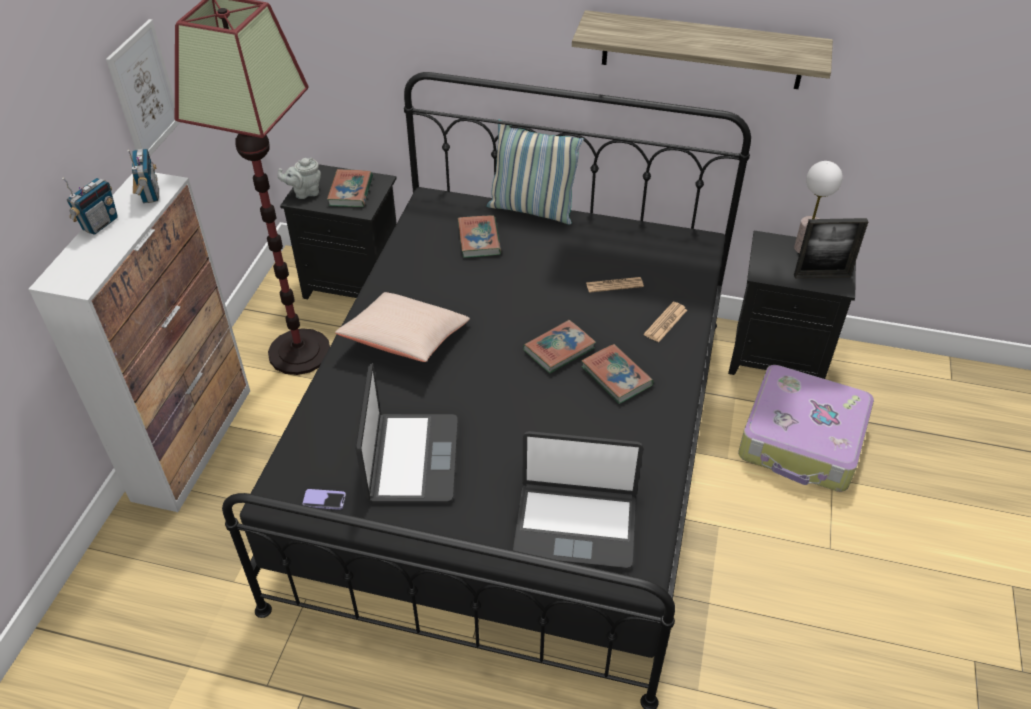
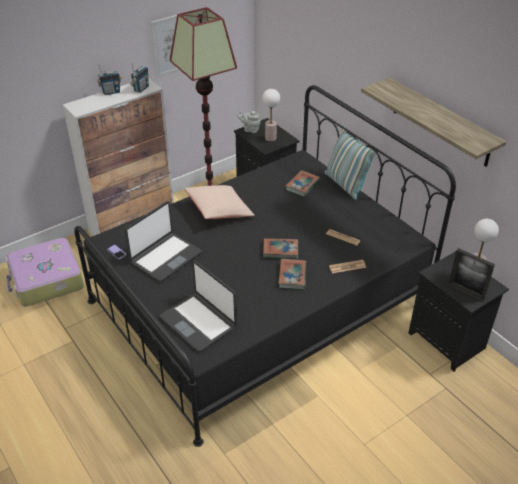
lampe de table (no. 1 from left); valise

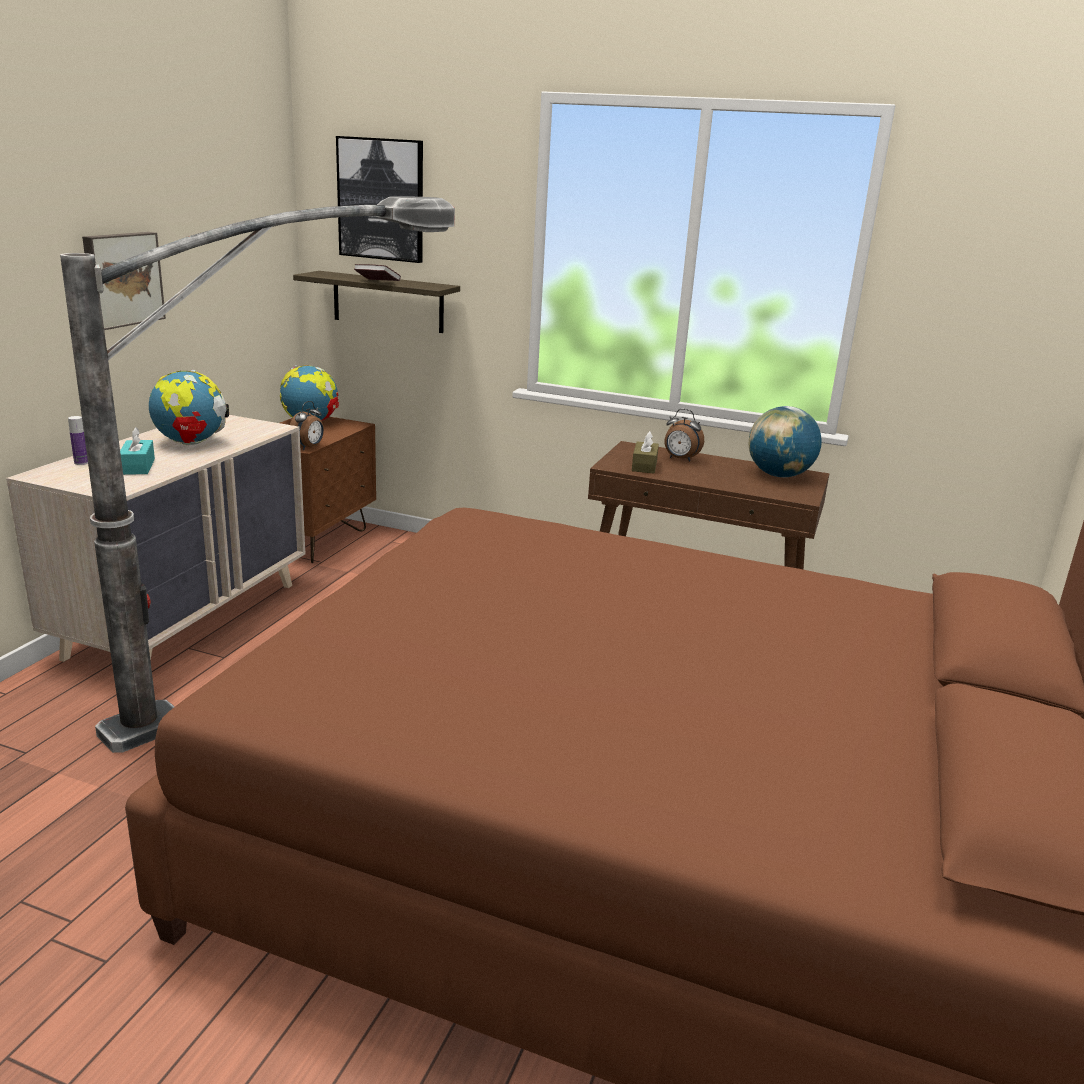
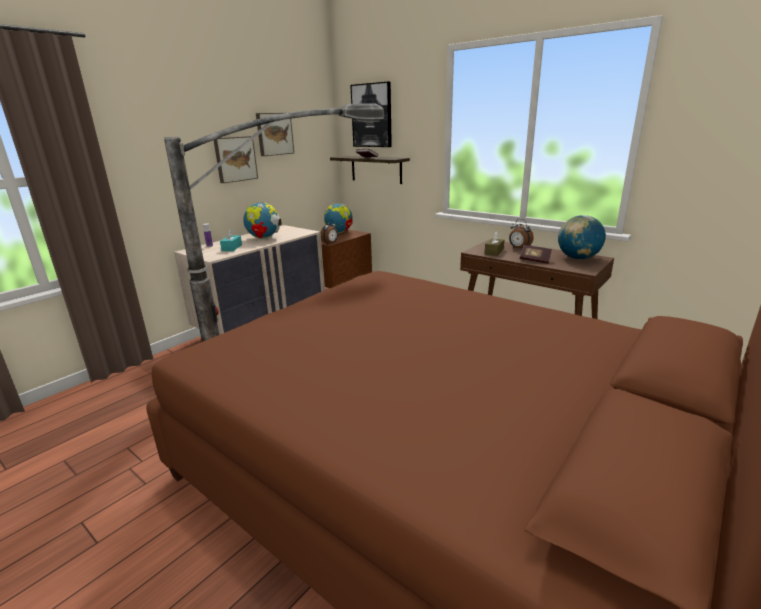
tableau (no. 2 from left); livre (no. 2 from left)

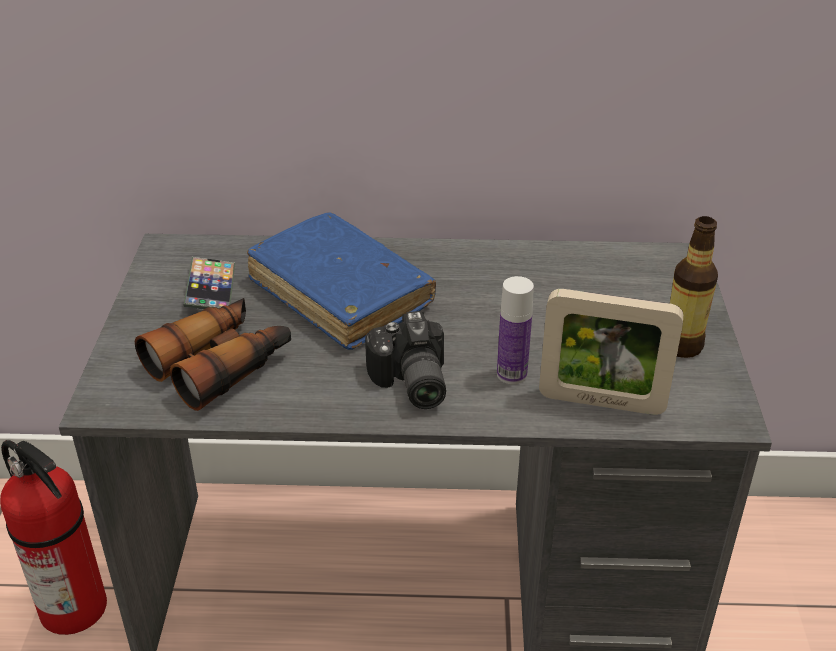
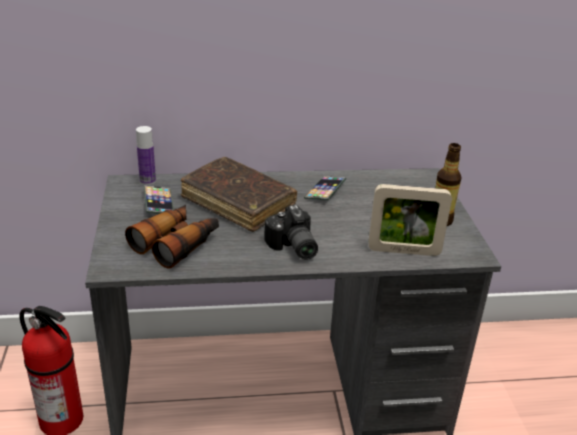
livre/marron; bouteille (no. 1 from left); téléphone (no. 2 from left)

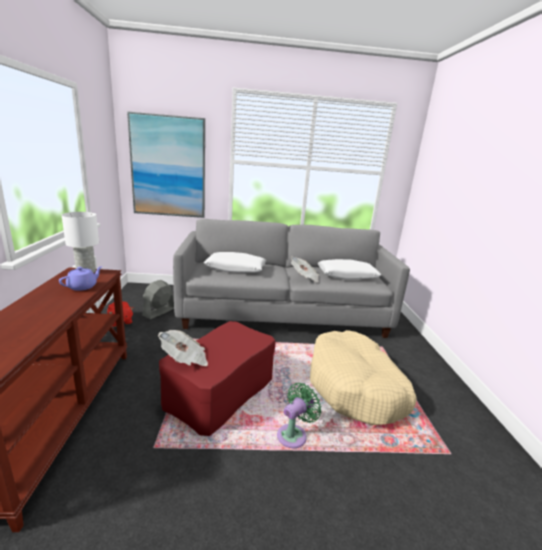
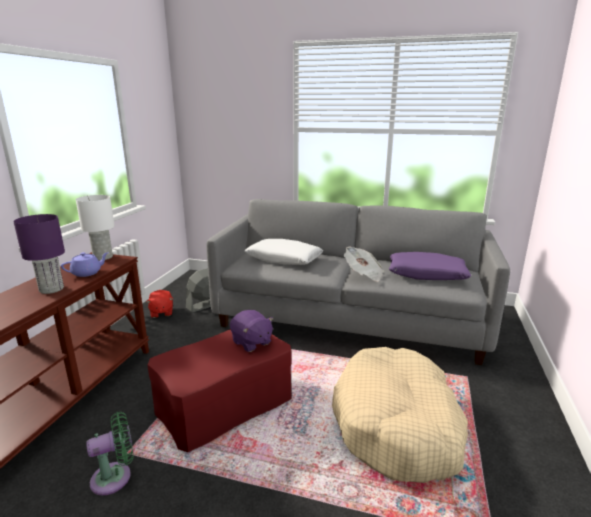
tableau; journal (no. 1 from left in the first image); ventilateur/vert; coussin/violet; lampe de table/violet; peluche/violet

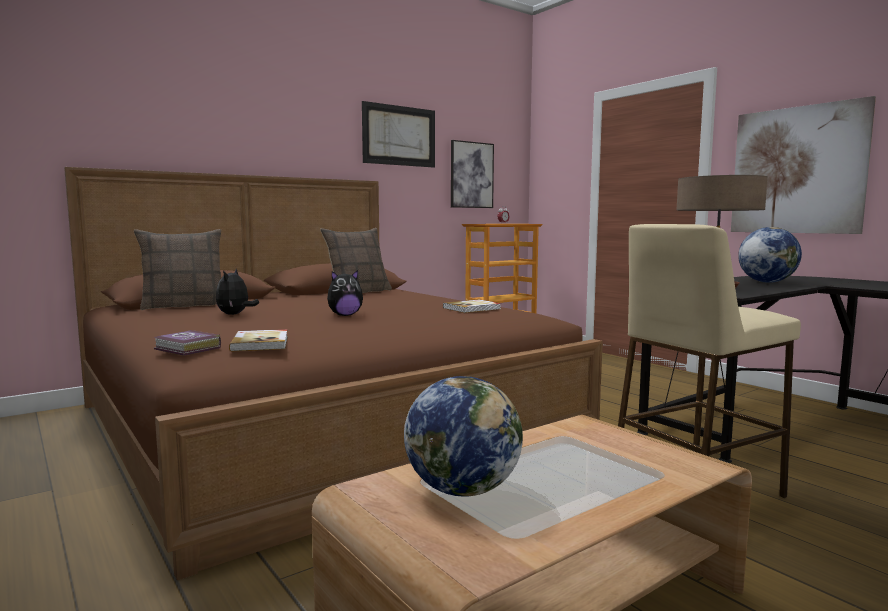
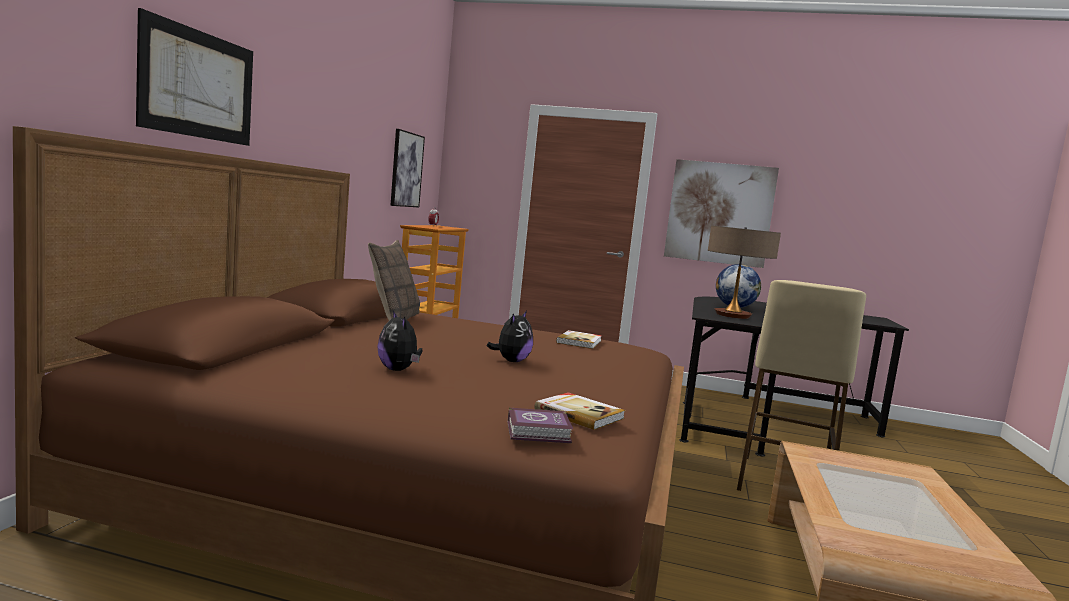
coussin (no. 1 from left in the first image); tableau (no. 1 from left); globe (no. 1 from left in the first image)

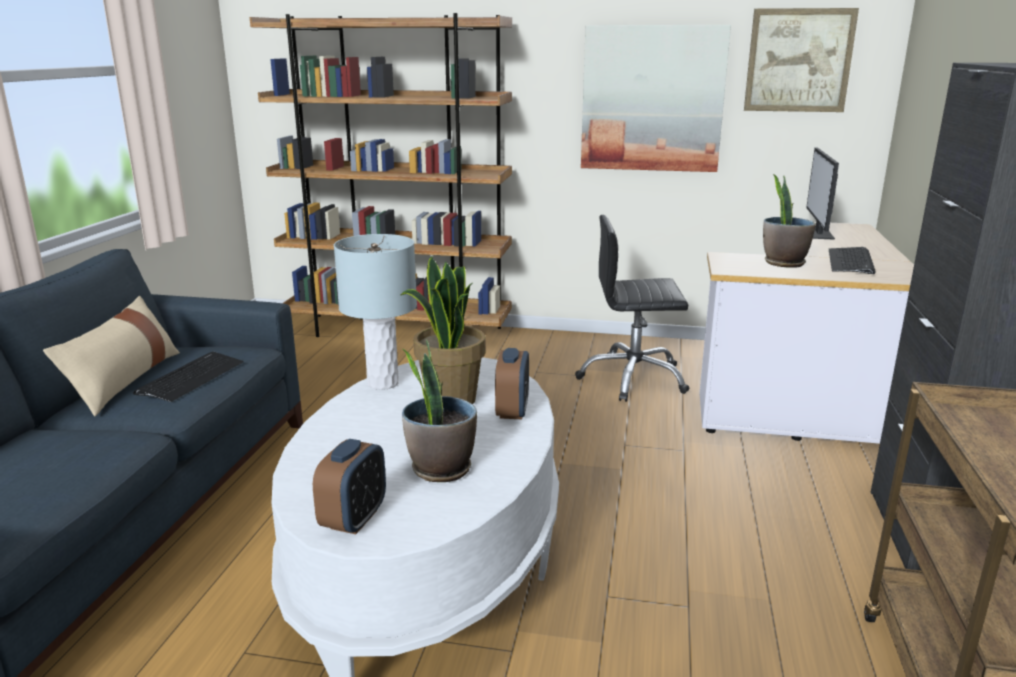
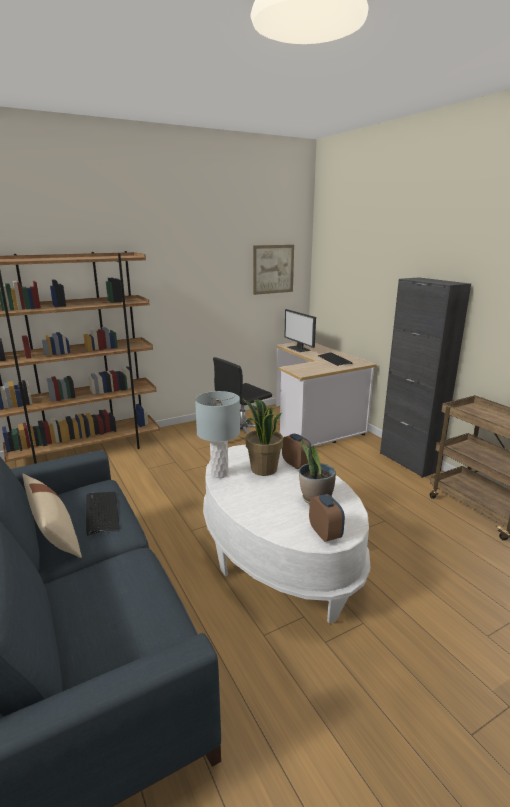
tableau (no. 1 from left in the first image); plante en pot (no. 3 from left in the first image)

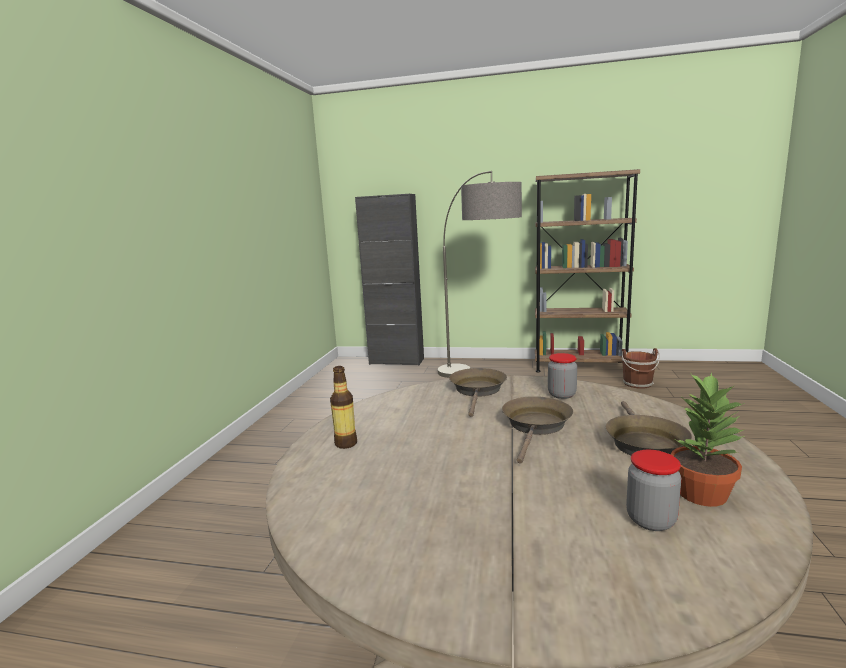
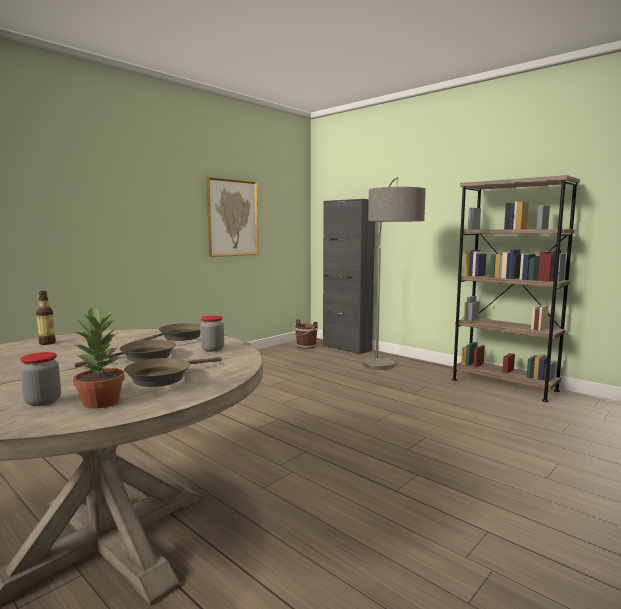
seau/marron; tableau

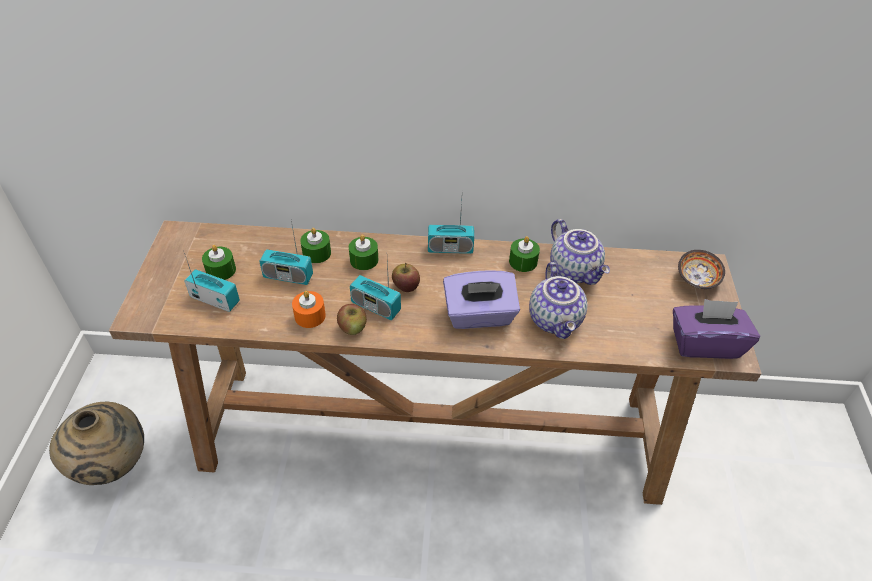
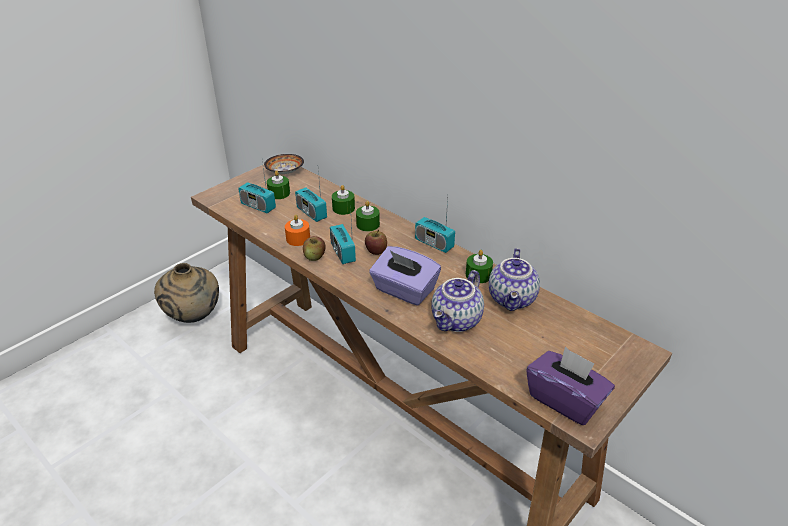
radio (no. 1 from left); bol

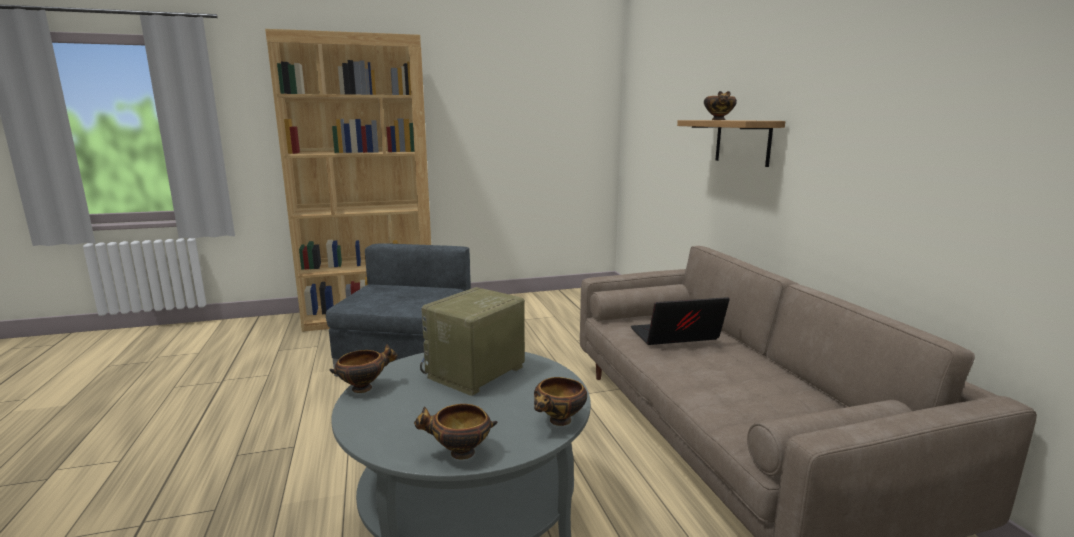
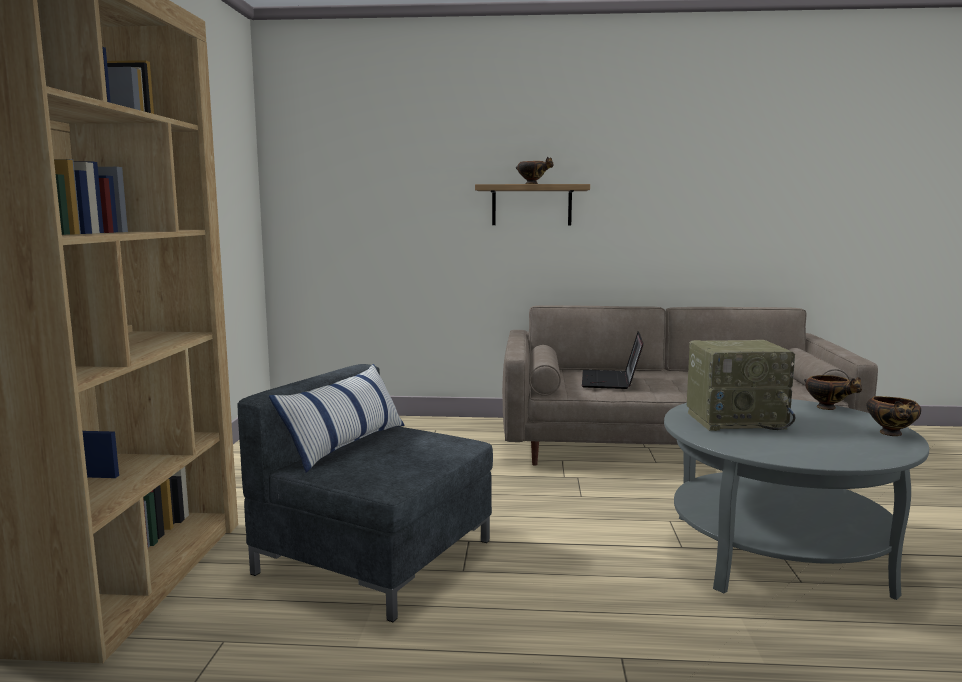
bol (no. 1 from left in the first image); radio; coussin

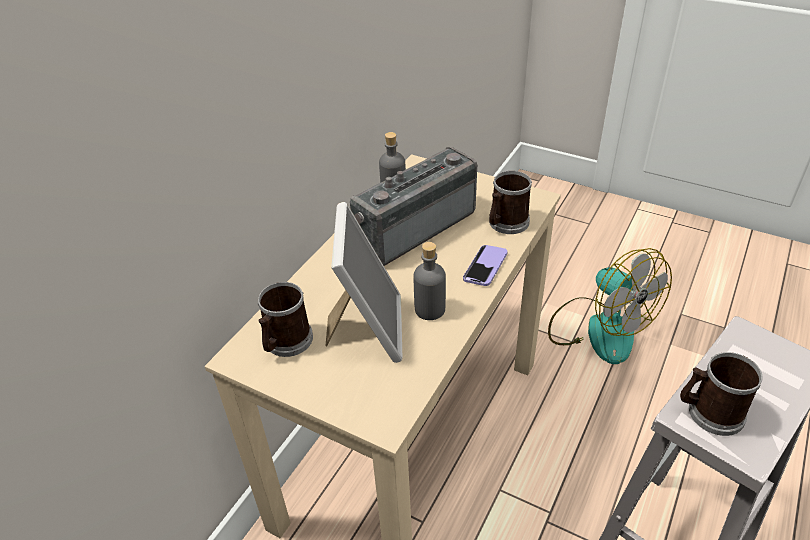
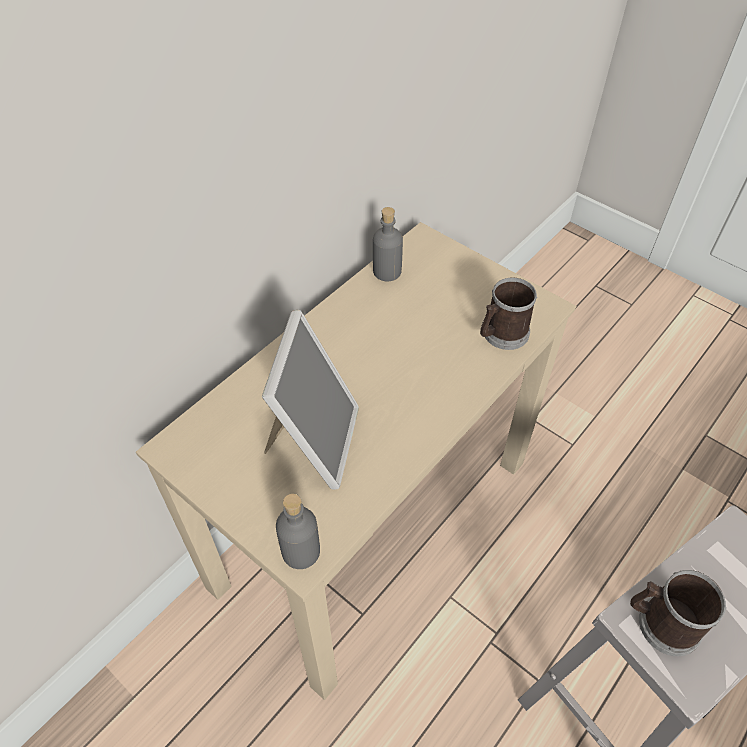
mug (no. 1 from left in the first image); radio; bouteille/gris (no. 1 from left); téléphone; ventilateur

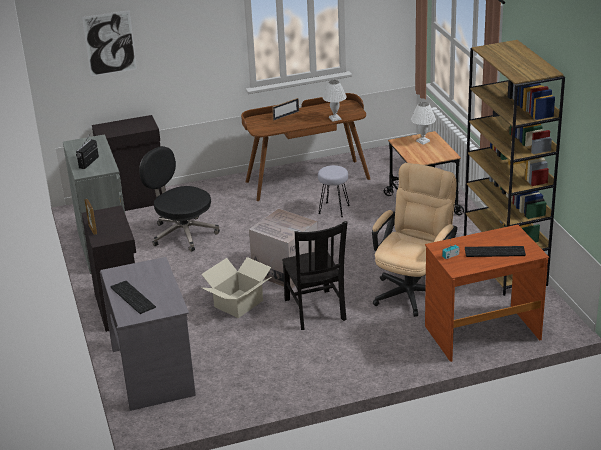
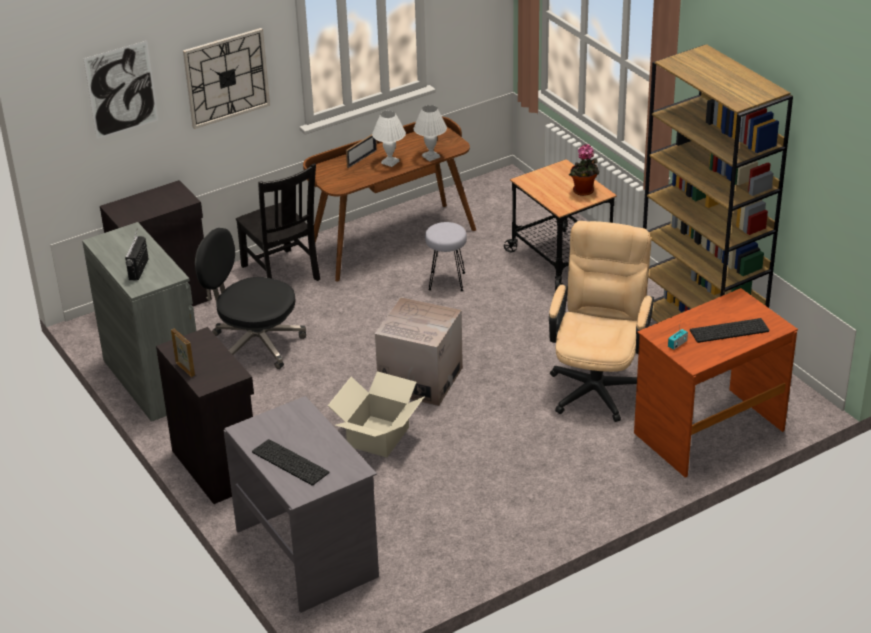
chaise/noir; lampe de table/blanc (no. 1 from left); horloge murale; plante en pot

